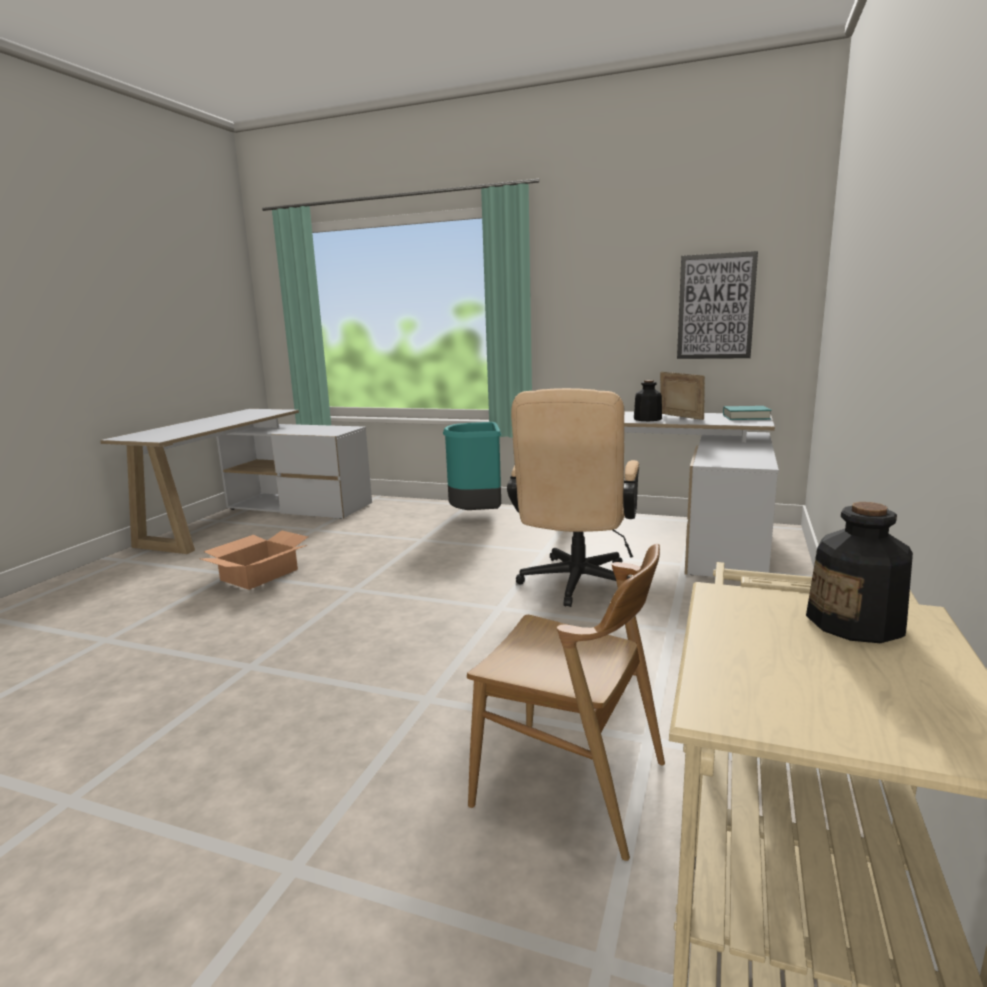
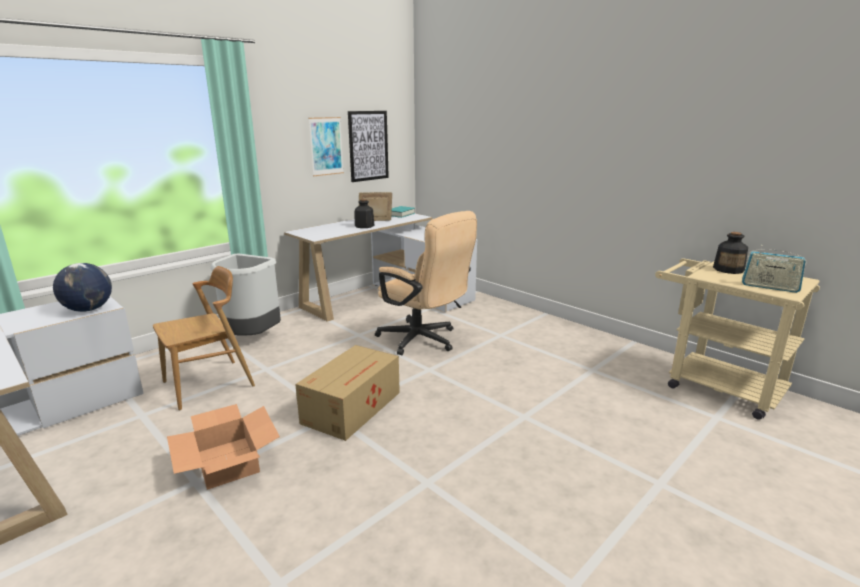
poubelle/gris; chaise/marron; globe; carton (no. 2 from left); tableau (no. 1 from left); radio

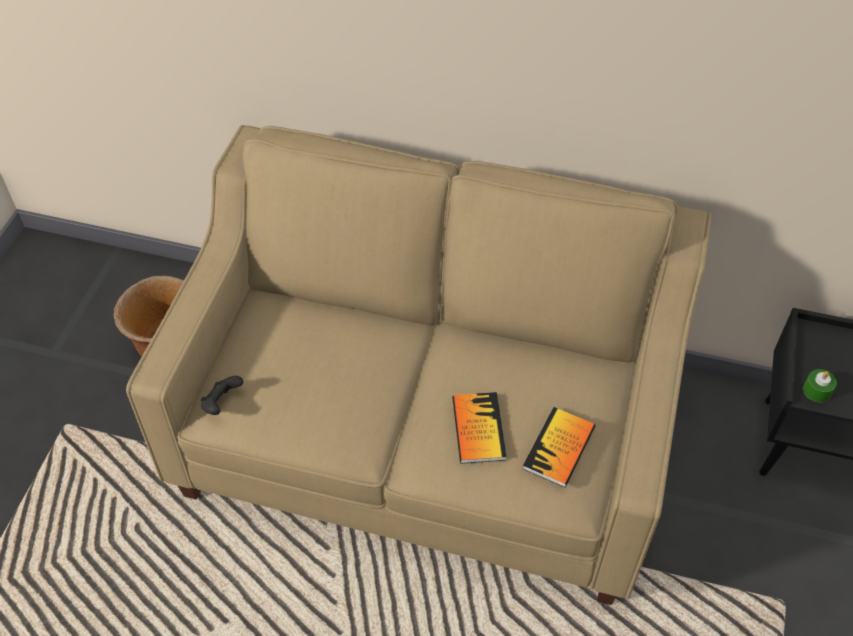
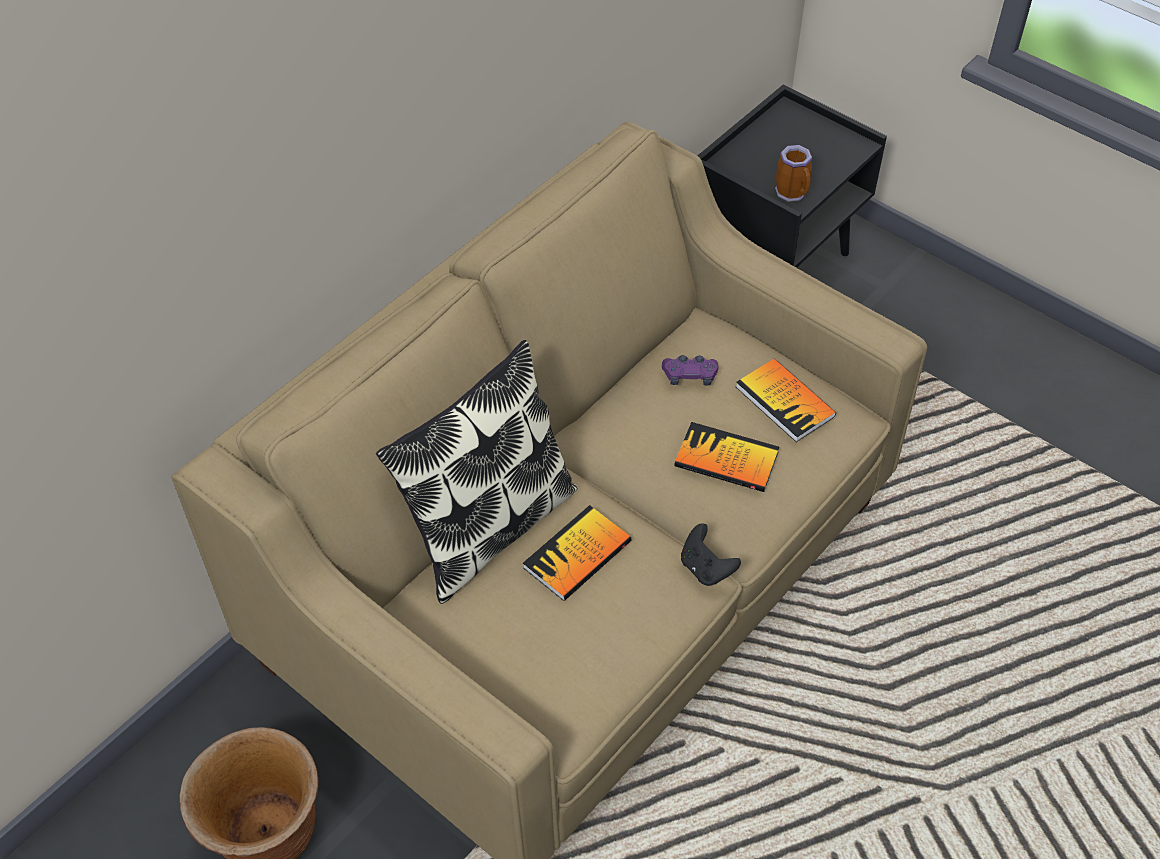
manette/noir; mug; coussin; livre (no. 1 from left); manette/violet

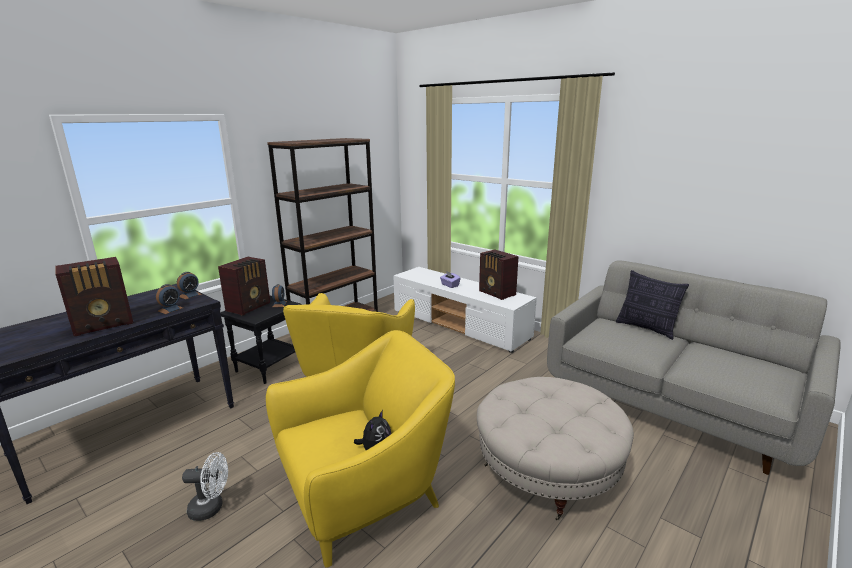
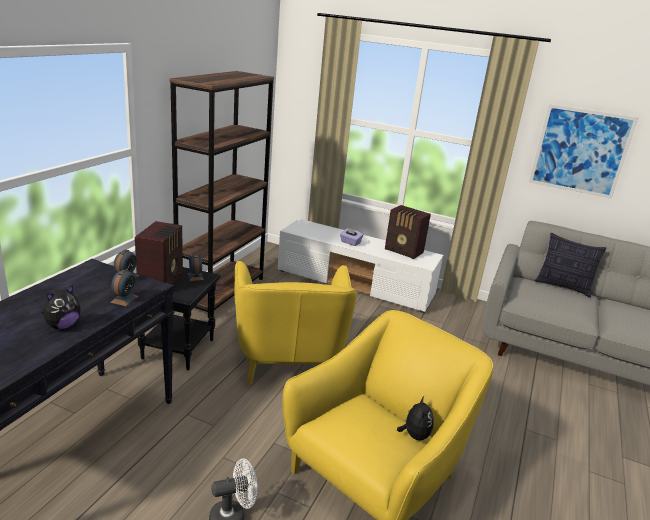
peluche (no. 1 from left); pouf/beige; tableau

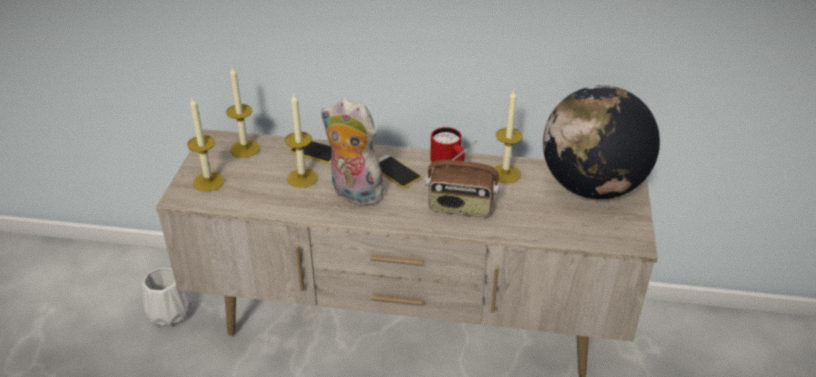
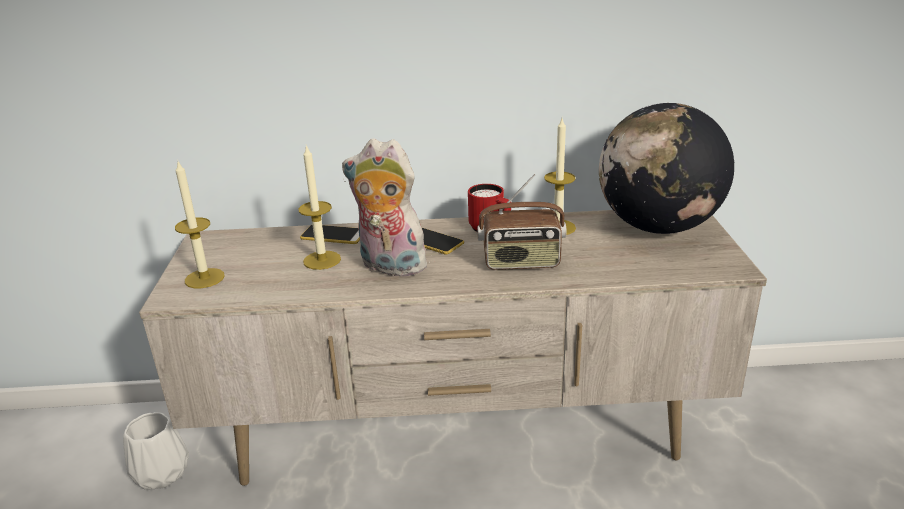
bougie (no. 2 from left in the first image)

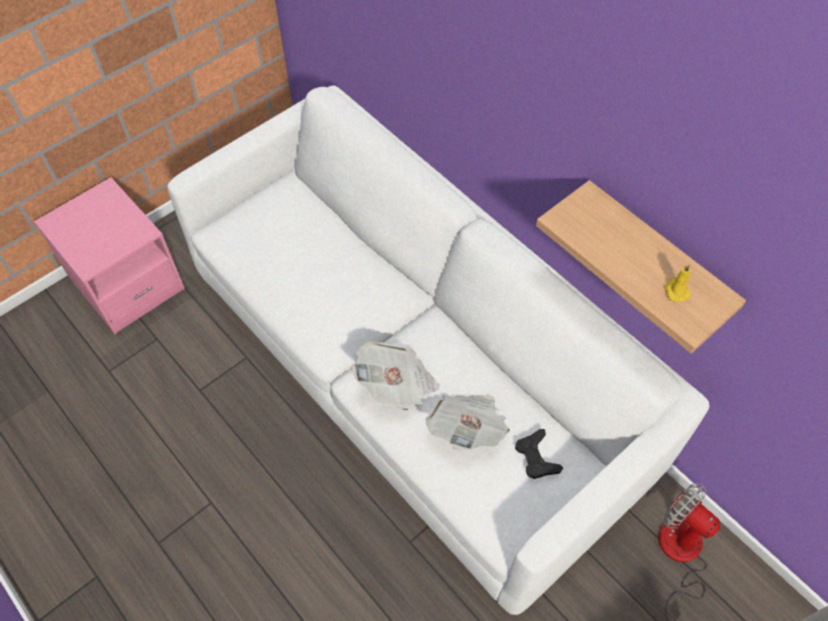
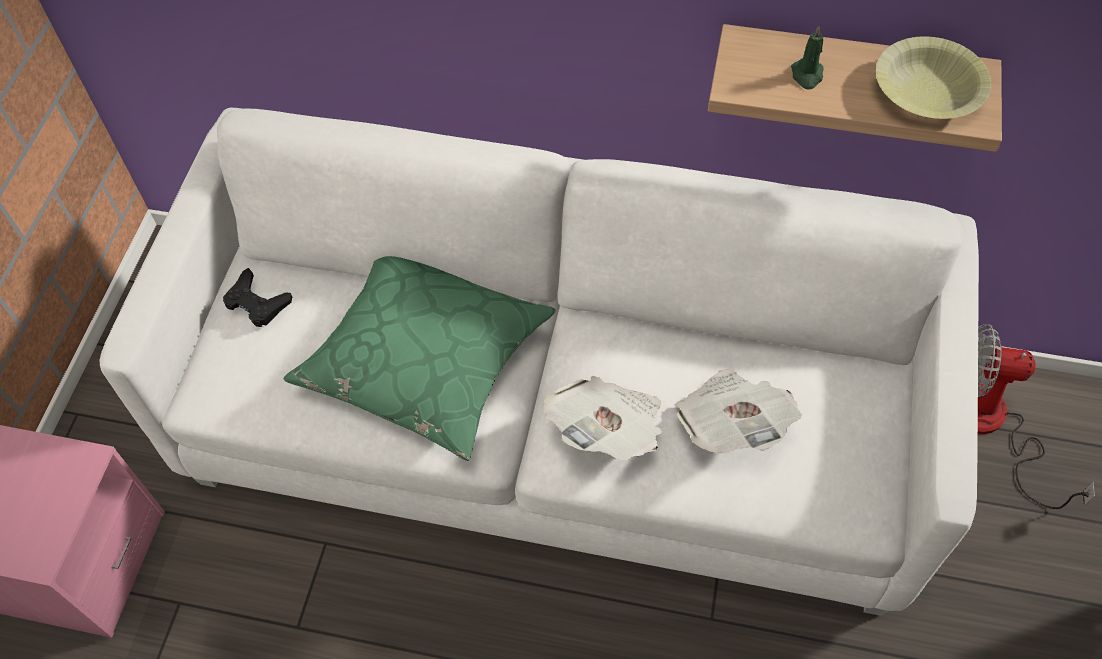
manette/noir; bol/jaune; coussin/vert; bougie/vert

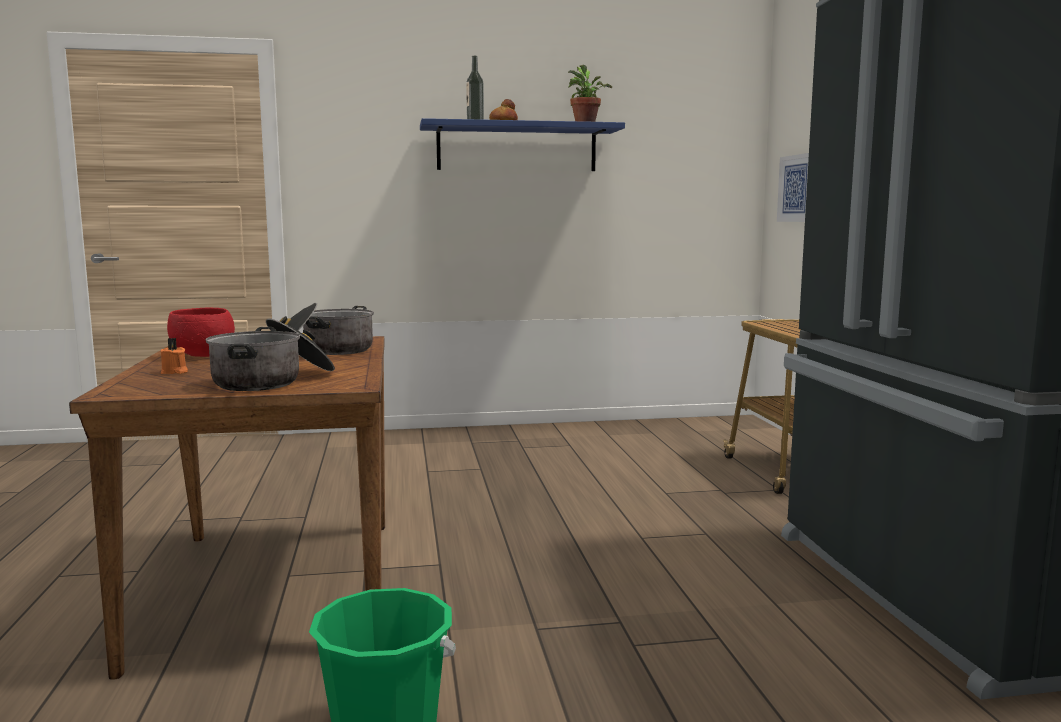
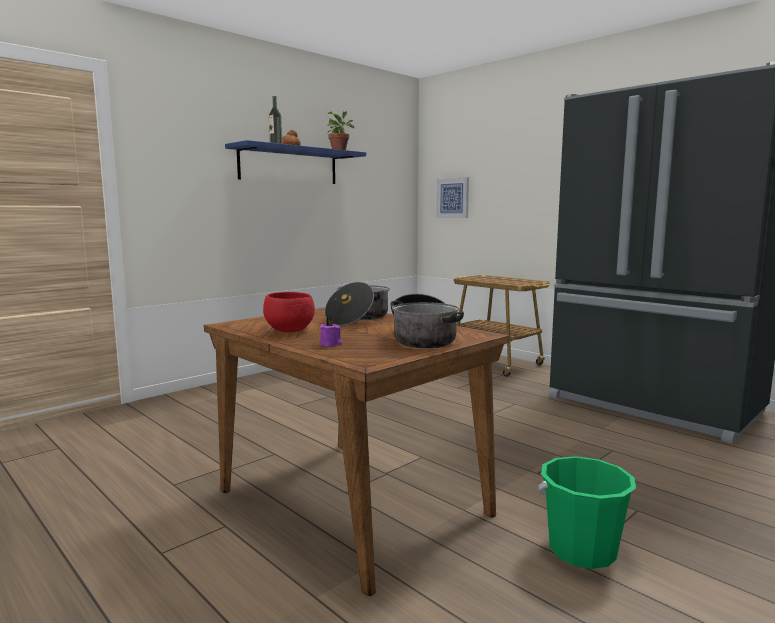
bougie/violet

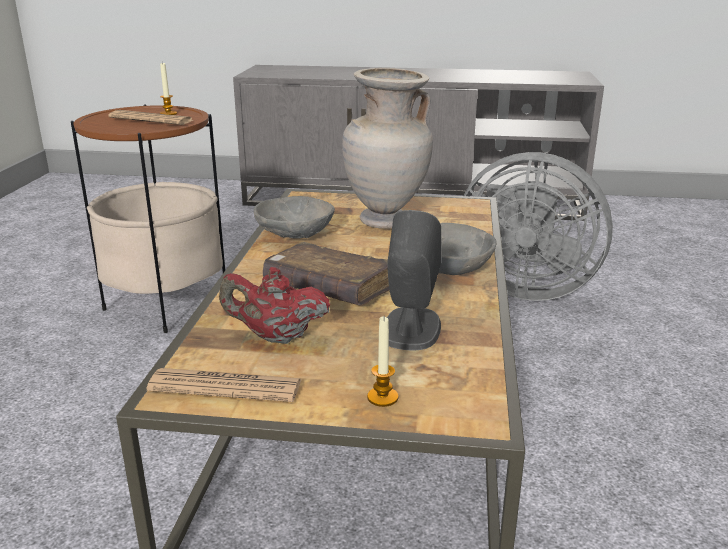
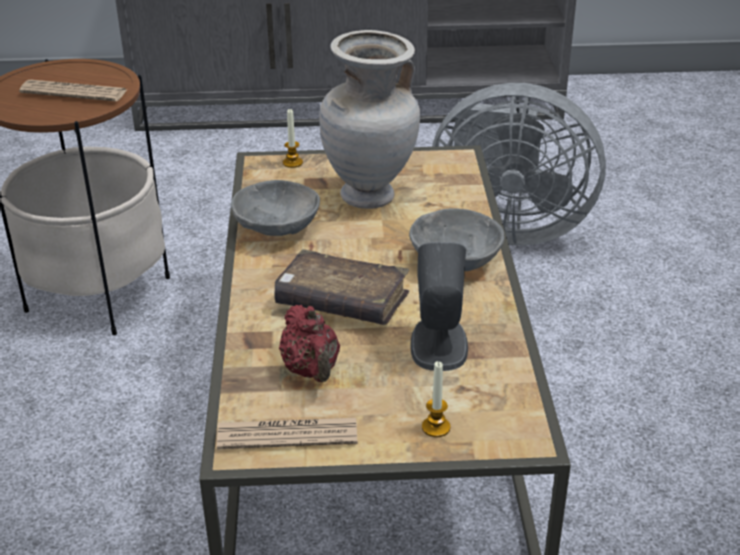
bougie (no. 1 from left); théière/rouge

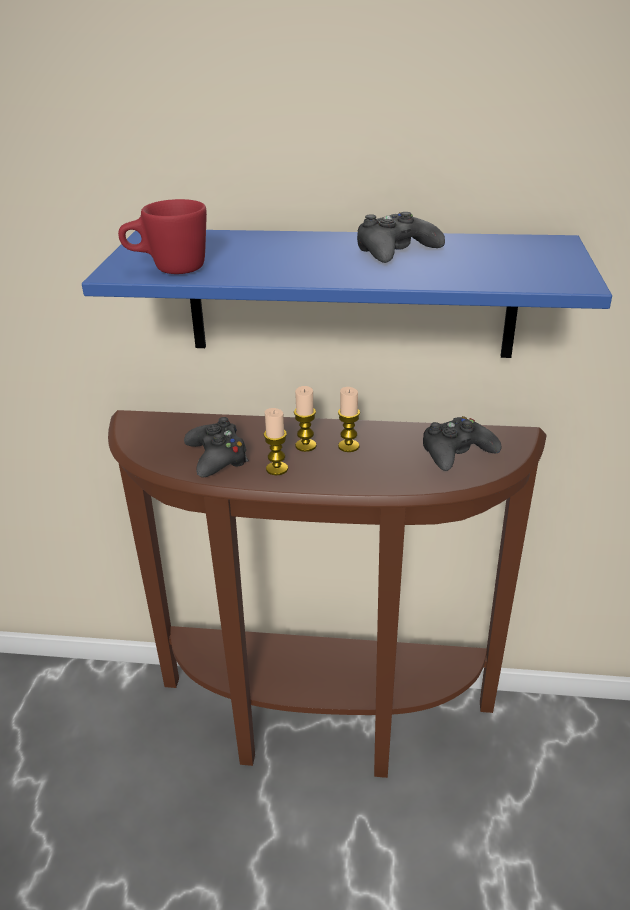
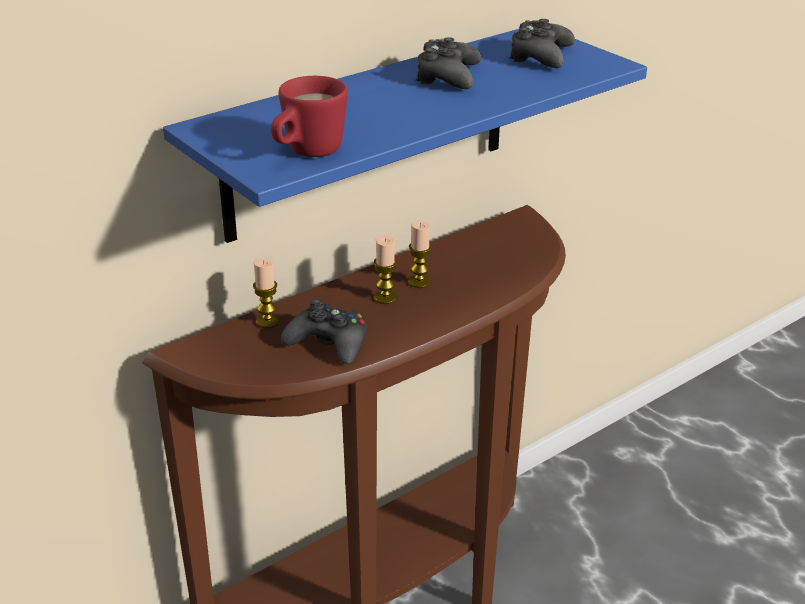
bougie (no. 1 from left); manette/noir (no. 3 from left)

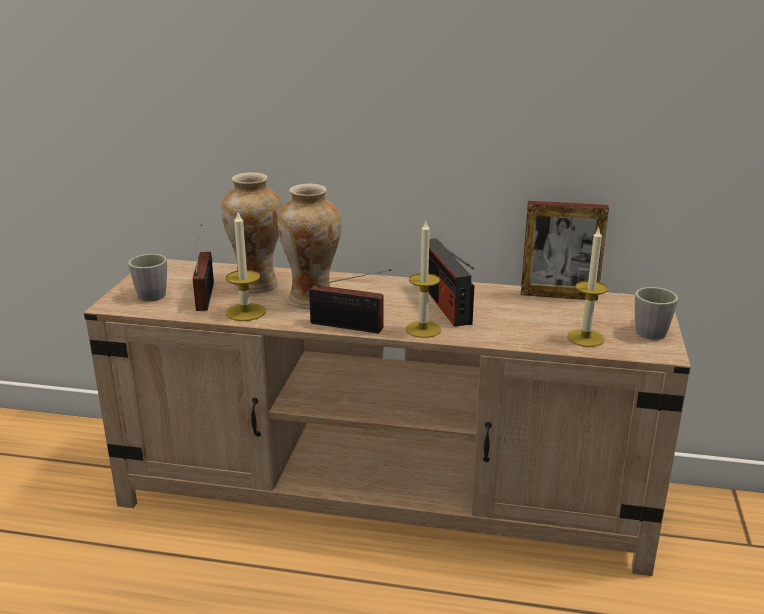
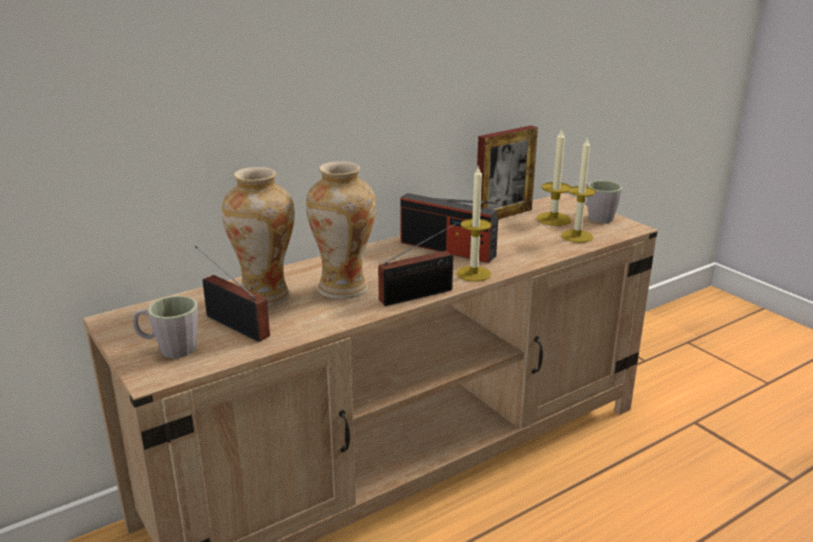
bougie (no. 2 from left)

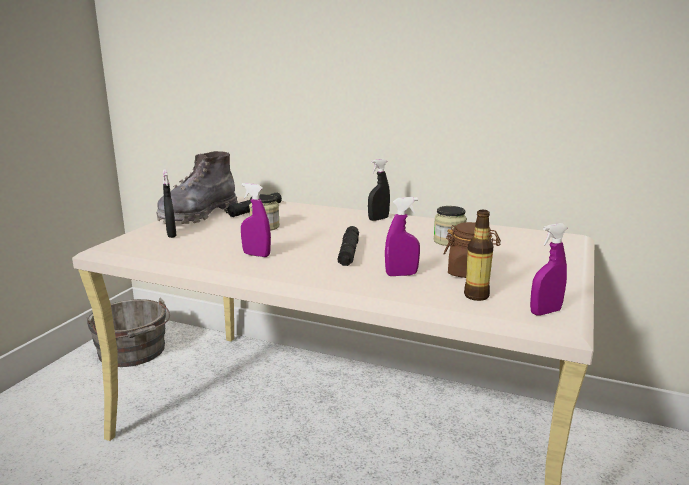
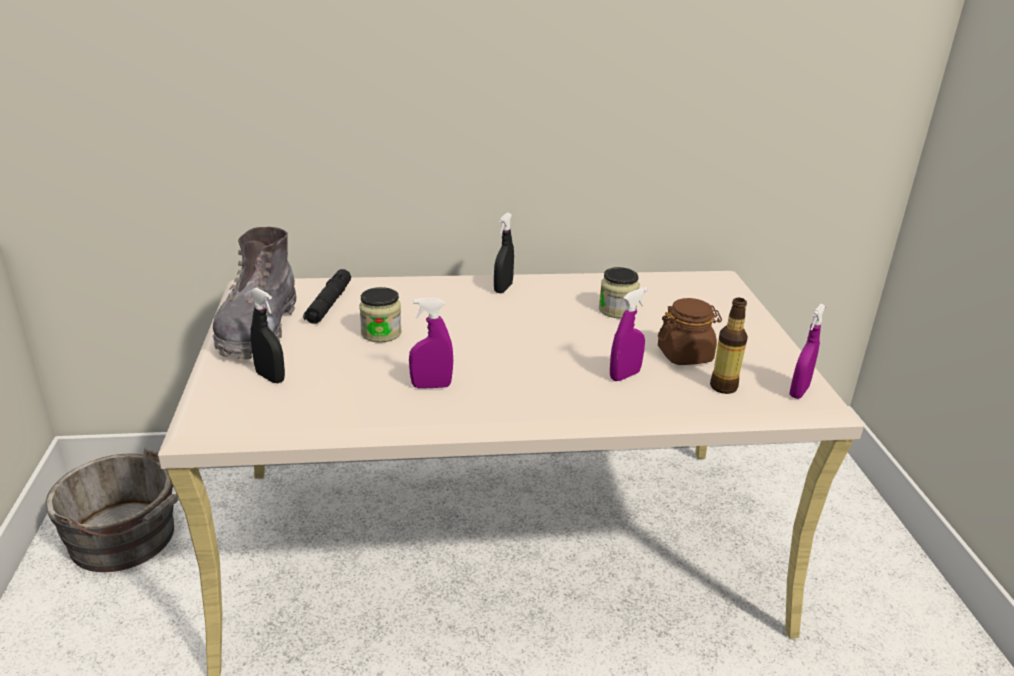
lampe de poche/noir (no. 2 from left in the first image)

